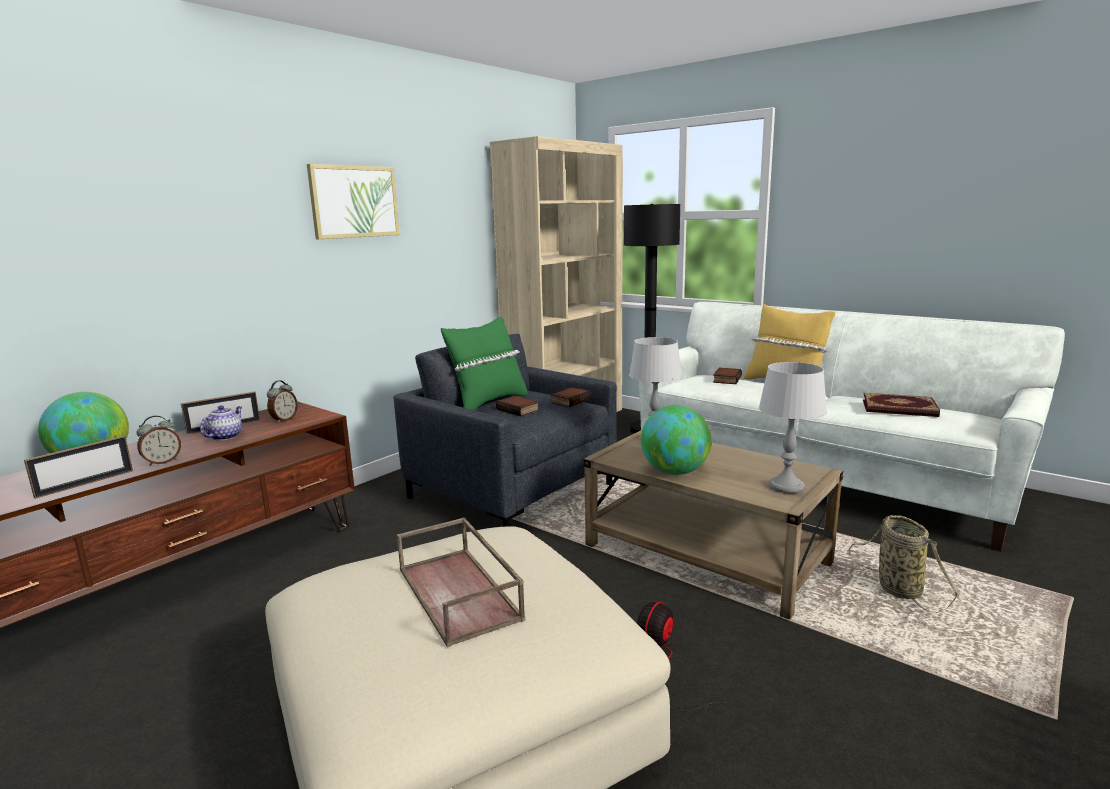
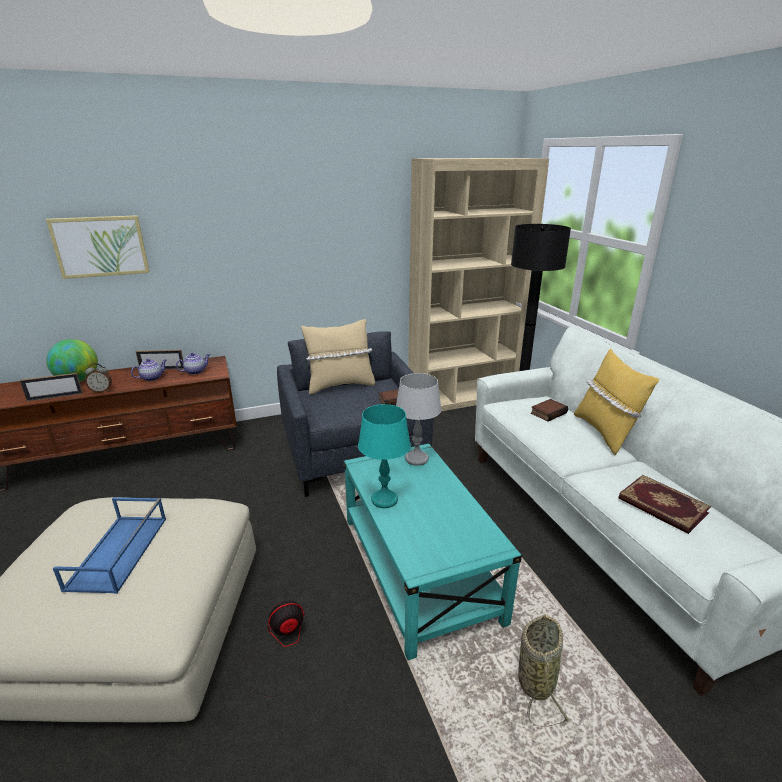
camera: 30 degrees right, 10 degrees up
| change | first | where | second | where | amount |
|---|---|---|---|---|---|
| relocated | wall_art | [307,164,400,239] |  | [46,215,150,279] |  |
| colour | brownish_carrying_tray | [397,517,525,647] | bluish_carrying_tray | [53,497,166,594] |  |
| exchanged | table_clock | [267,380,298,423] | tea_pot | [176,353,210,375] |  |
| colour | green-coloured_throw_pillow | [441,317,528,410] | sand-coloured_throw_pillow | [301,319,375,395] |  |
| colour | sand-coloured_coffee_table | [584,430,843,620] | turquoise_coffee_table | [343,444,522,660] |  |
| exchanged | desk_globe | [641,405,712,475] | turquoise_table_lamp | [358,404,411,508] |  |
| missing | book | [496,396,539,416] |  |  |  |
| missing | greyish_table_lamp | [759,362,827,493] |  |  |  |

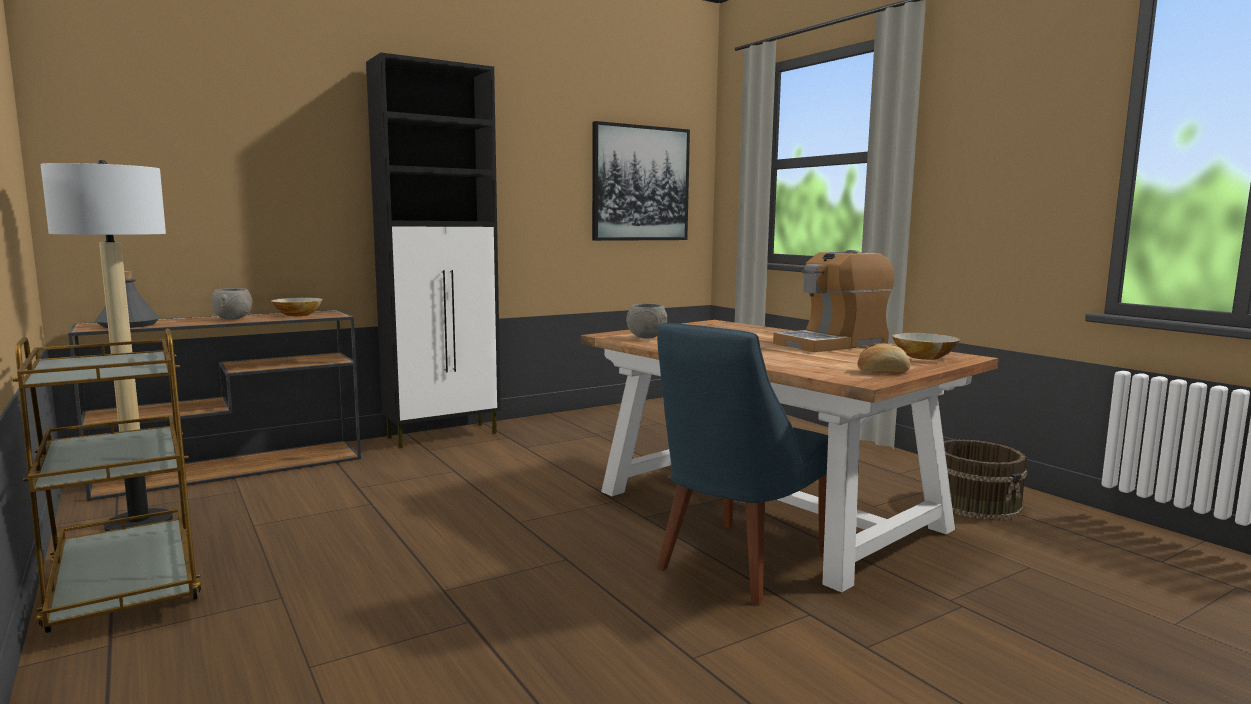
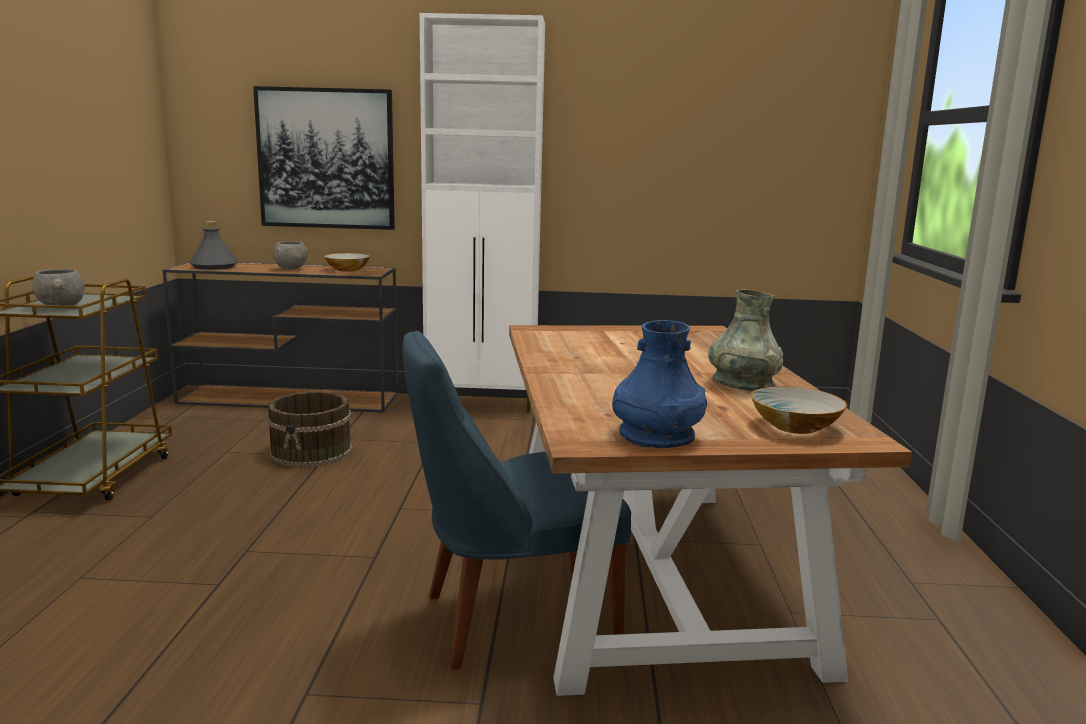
camera: 35 degrees right, 5 degrees up
| change | first | where | second | where | amount |
|---|---|---|---|---|---|
| relocated | greyish_serving_bowl | [626,304,667,339] |  | [32,269,85,306] |  |
| relocated | wall_art | [592,121,690,241] |  | [253,86,395,230] |  |
| relocated | brownish_water_bucket | [944,440,1027,520] |  | [267,392,352,467] |  |
| colour | black_cabinet | [366,52,501,448] | whitish_cabinet | [420,13,545,413] |  |
| exchanged | bread | [857,343,911,372] | bluish_flower_vase | [612,320,707,448] |  |
| exchanged | coffee_machine | [773,250,895,352] | greyish_flower_vase | [708,289,783,391] |  |
| missing | standard_lamp | [41,160,173,531] |  |  |  |

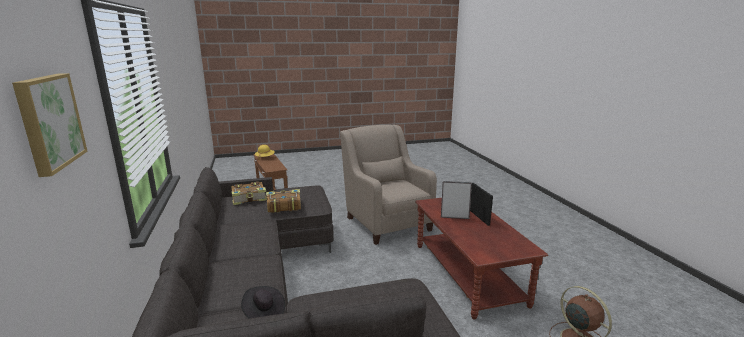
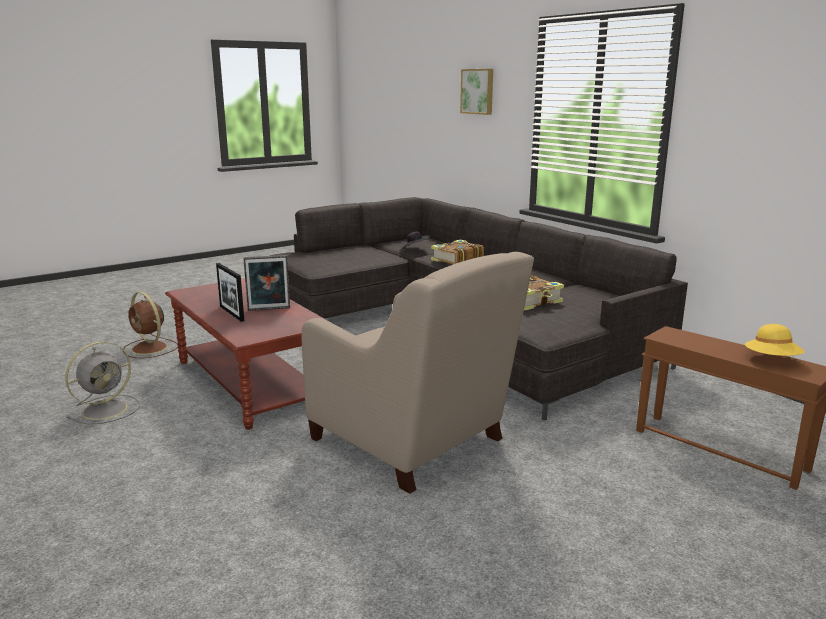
camera: 160 degrees right, 0 degrees up
| change | first | where | second | where | amount |
|---|---|---|---|---|---|
| appeared |  |  | greyish_electric_fan | [65,341,140,424] |  |
| relocated | book | [231,182,267,205] |  | [431,240,484,264] |  |

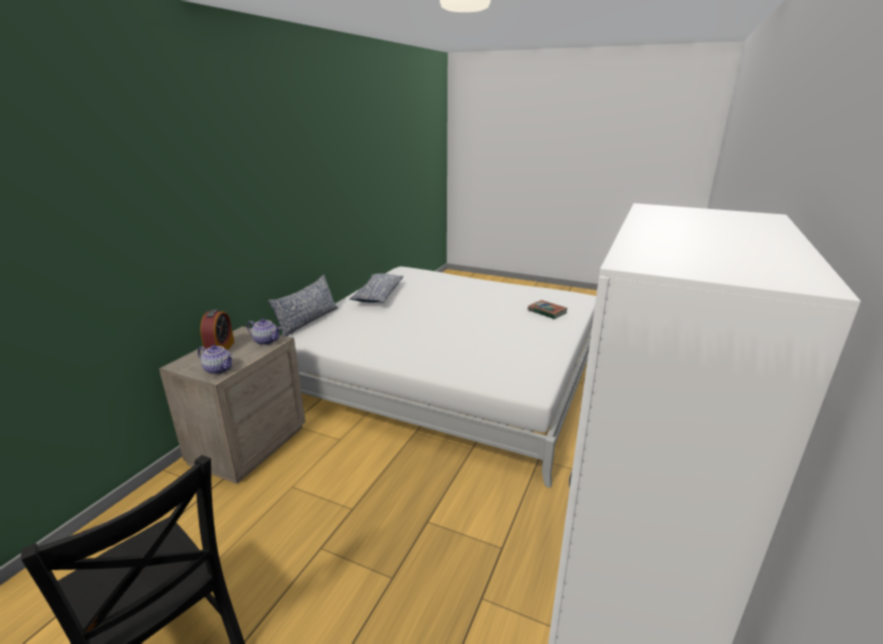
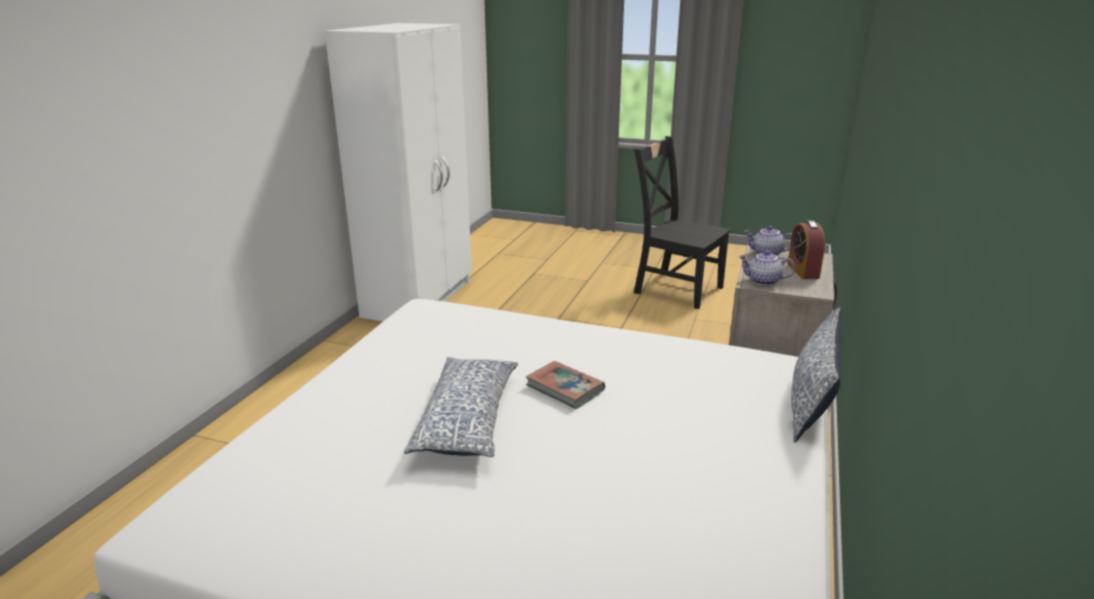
camera: 175 degrees right, 0 degrees up
| change | first | where | second | where | amount |
|---|---|---|---|---|---|
| relocated | throw_pillow | [349,273,404,303] |  | [404,357,518,457] |  |
| relocated | book | [528,300,568,319] |  | [526,361,605,409] |  |

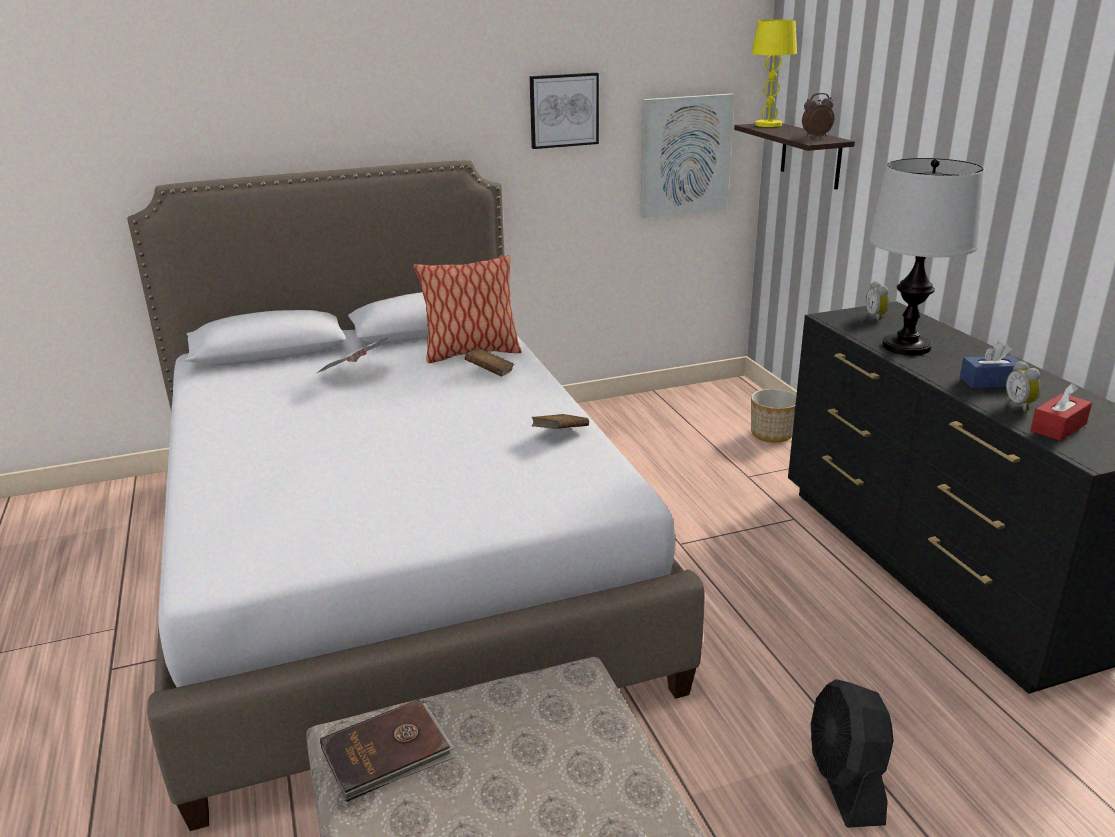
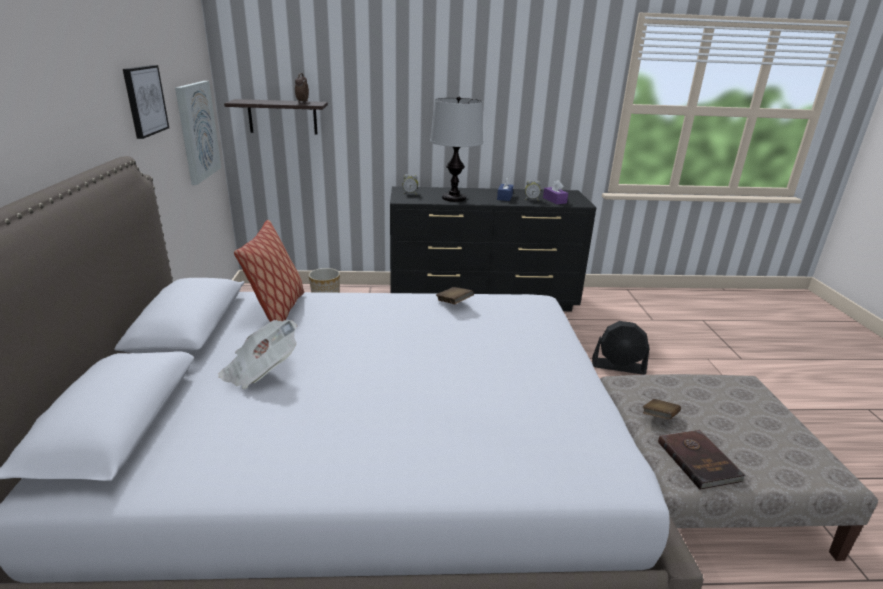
camera: 75 degrees left, 0 degrees up
| change | first | where | second | where | amount |
|---|---|---|---|---|---|
| colour | red_box_of_tissues | [1031,384,1092,441] | purple_box_of_tissues | [543,180,568,204] |  |
| relocated | brownish_book | [464,348,514,376] |  | [643,399,681,419] |  |
| missing | yellow_table_lamp | [751,19,797,127] |  |  |  |

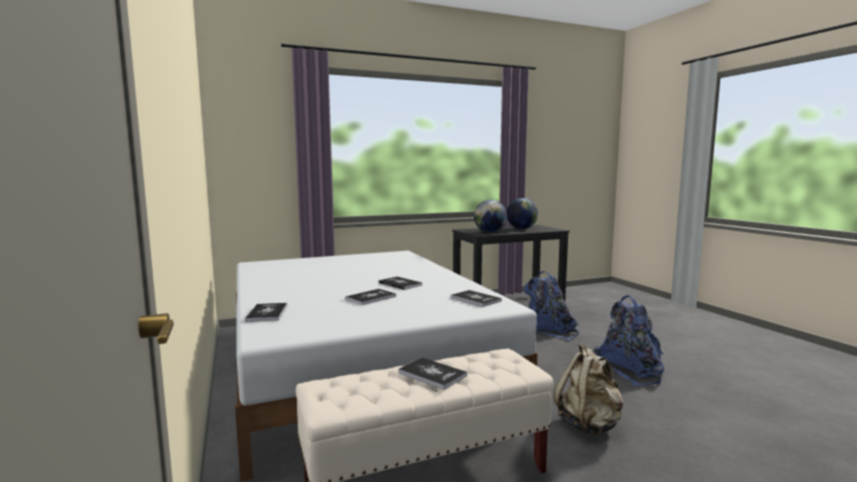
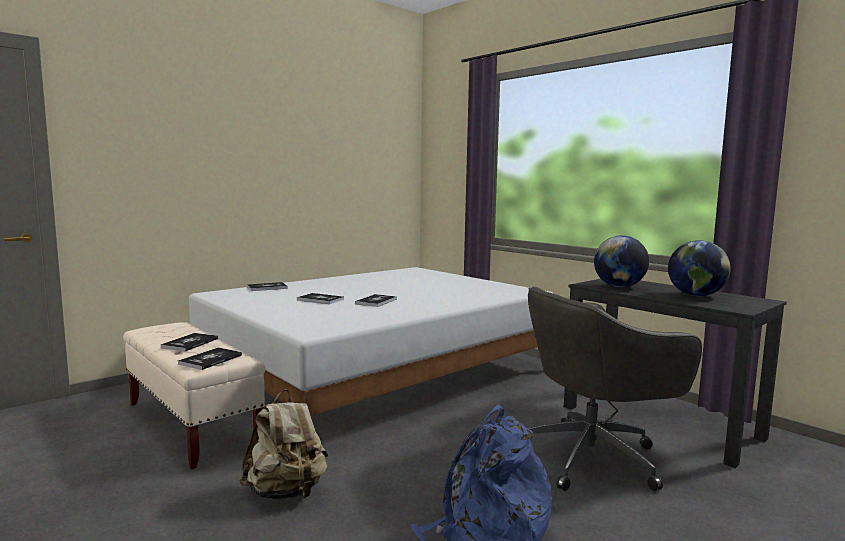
camera: 70 degrees right, 0 degrees up
| change | first | where | second | where | amount |
|---|---|---|---|---|---|
| relocated | book | [451,290,502,307] |  | [178,347,242,370] |  |
| exchanged | bluish_knapsack | [523,271,580,340] | greyish_office_chair | [528,287,702,491] |  |

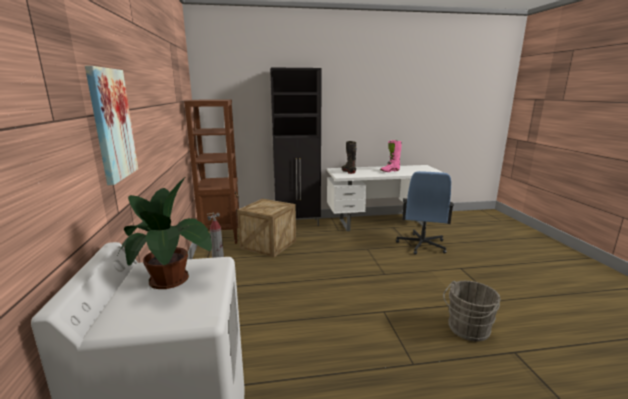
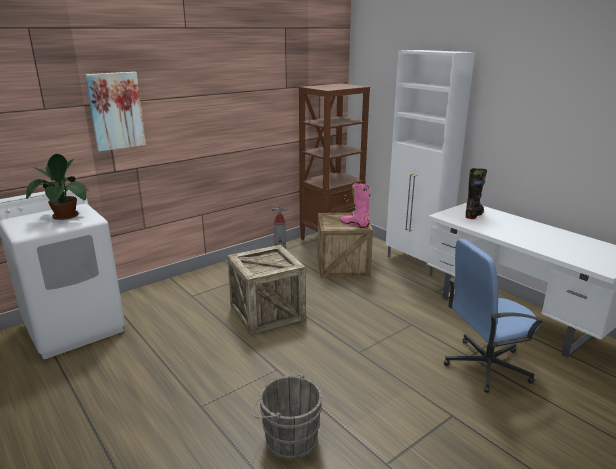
camera: 60 degrees right, 5 degrees up
| change | first | where | second | where | amount |
|---|---|---|---|---|---|
| appeared |  |  | packing_crate | [227,245,306,334] |  |
| relocated | pink_high-top_boot | [380,140,402,172] |  | [340,183,371,228] |  |
| colour | black_cabinet | [270,68,322,226] | whitish_cabinet | [386,50,475,276] |  |

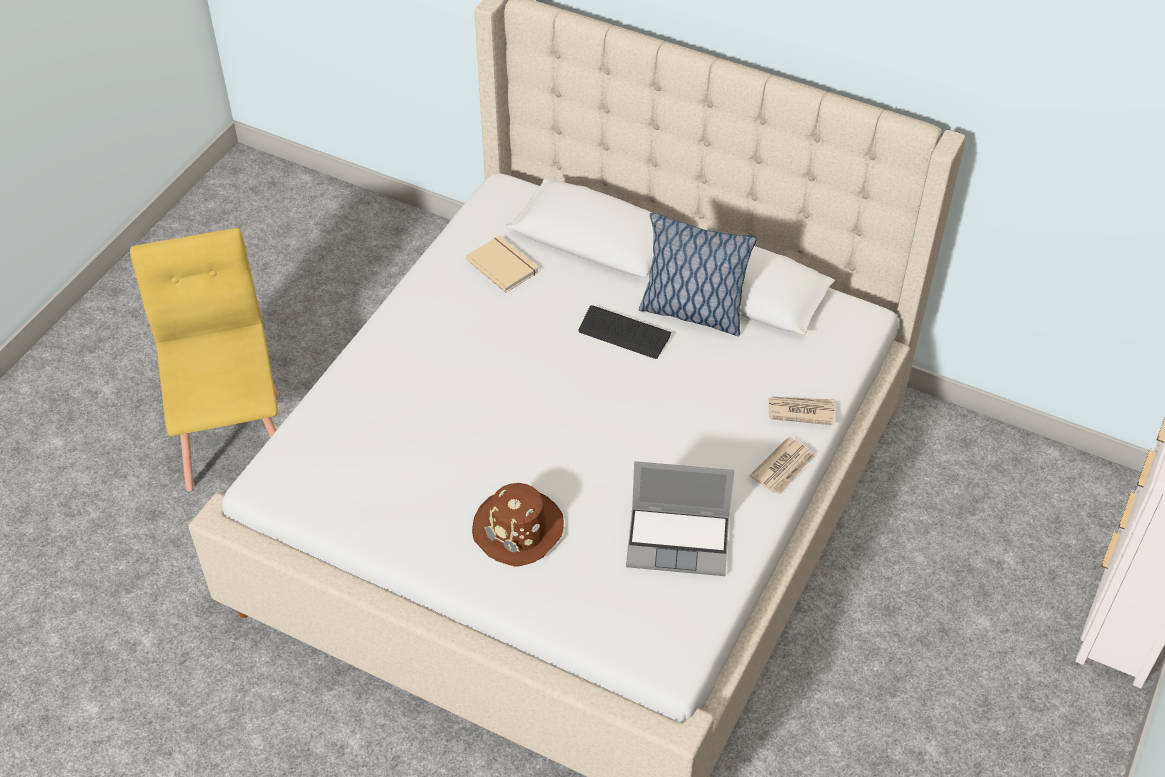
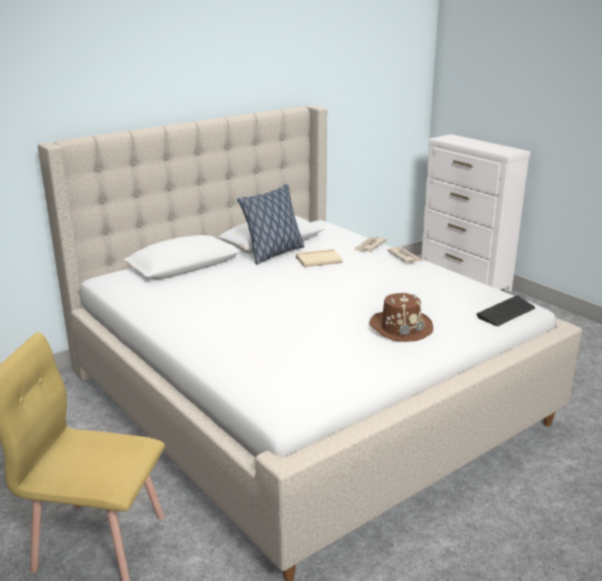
camera: 65 degrees left, 25 degrees down
| change | first | where | second | where | amount |
|---|---|---|---|---|---|
| relocated | sand-coloured_book | [466,236,539,292] |  | [296,249,342,267] |  |
| relocated | computer_keyboard | [578,305,671,359] |  | [476,295,535,326] |  |
| missing | laptop | [626,461,734,576] |  |  |  |

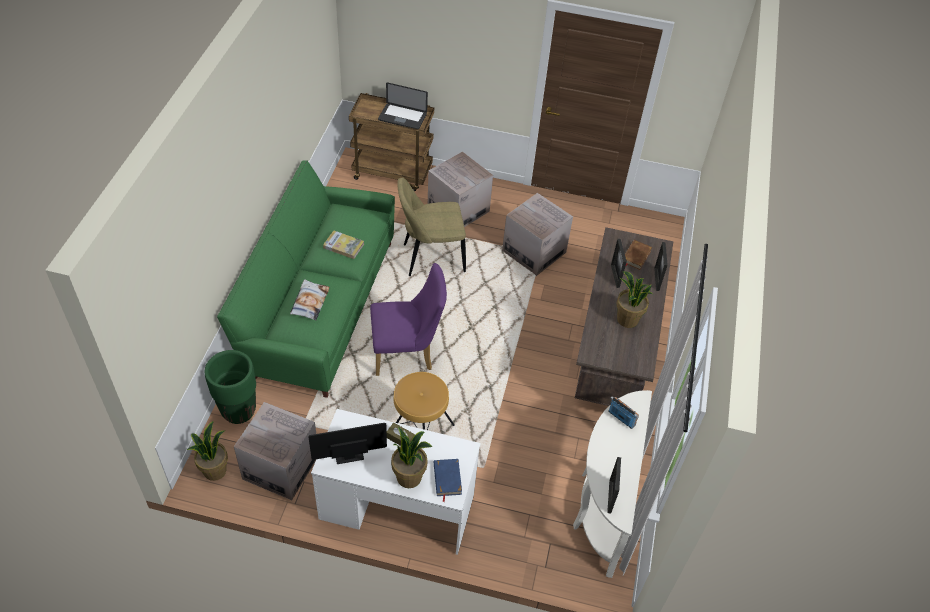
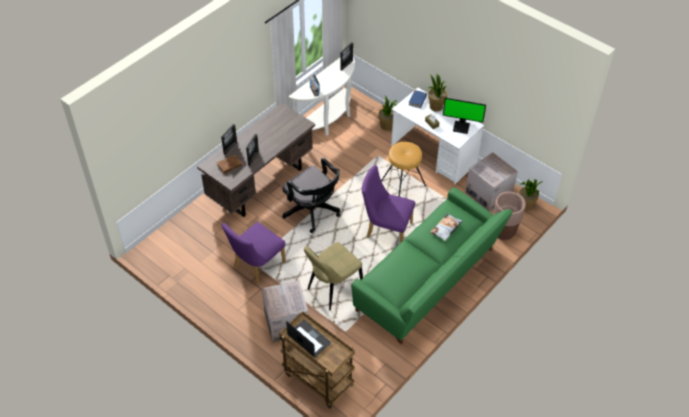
camera: 150 degrees left, 0 degrees up
| change | first | where | second | where | amount |
|---|---|---|---|---|---|
| exchanged | carton | [502,193,573,276] | purple_chair | [222,222,286,284] |  |
| appeared |  |  | black_office_chair | [282,158,340,233] |  |
| spun | sand-coloured_chair | [397,178,466,276] |  | [304,242,363,310] | 120 degrees clockwise |
| relocated | potted_plant | [616,272,653,328] |  | [378,95,397,130] |  |
| colour | green-coloured_flower_pot | [205,350,256,424] | brownish_flower_pot | [493,191,526,240] |  |
| missing | book | [323,231,364,259] |  |  |  |

